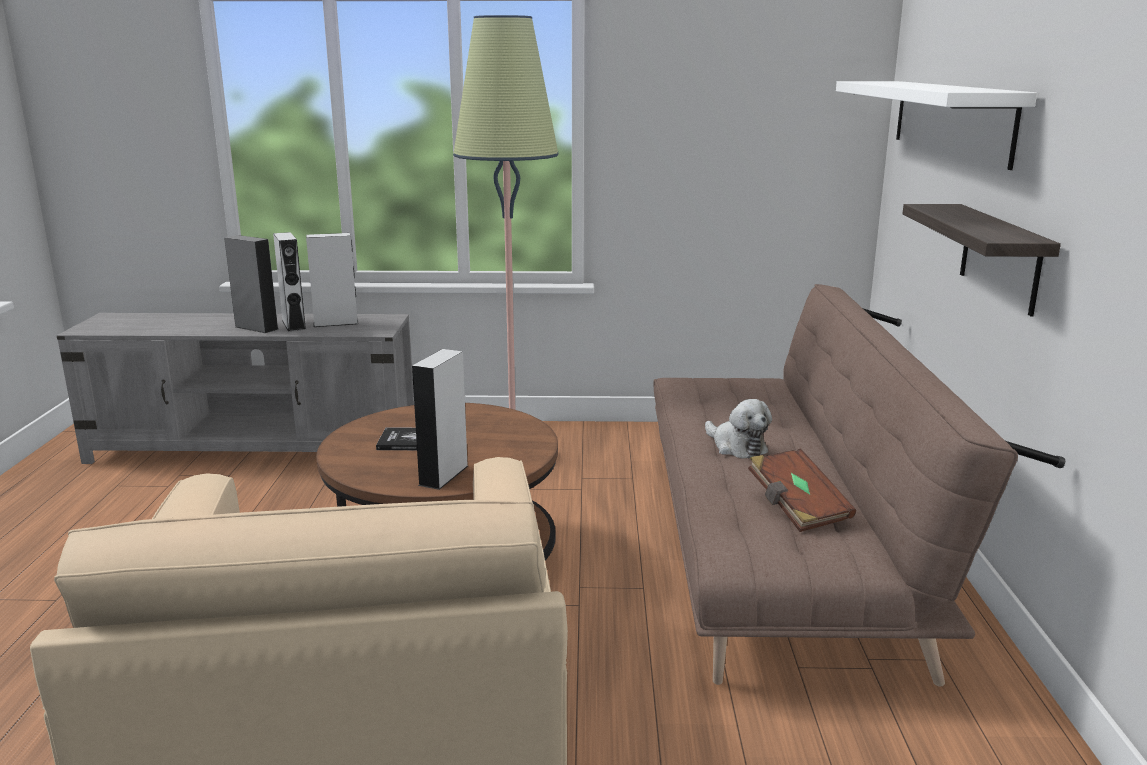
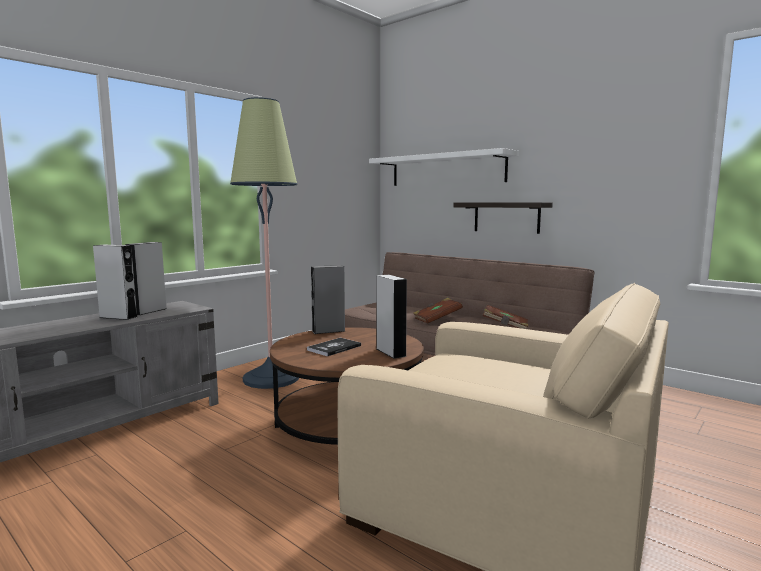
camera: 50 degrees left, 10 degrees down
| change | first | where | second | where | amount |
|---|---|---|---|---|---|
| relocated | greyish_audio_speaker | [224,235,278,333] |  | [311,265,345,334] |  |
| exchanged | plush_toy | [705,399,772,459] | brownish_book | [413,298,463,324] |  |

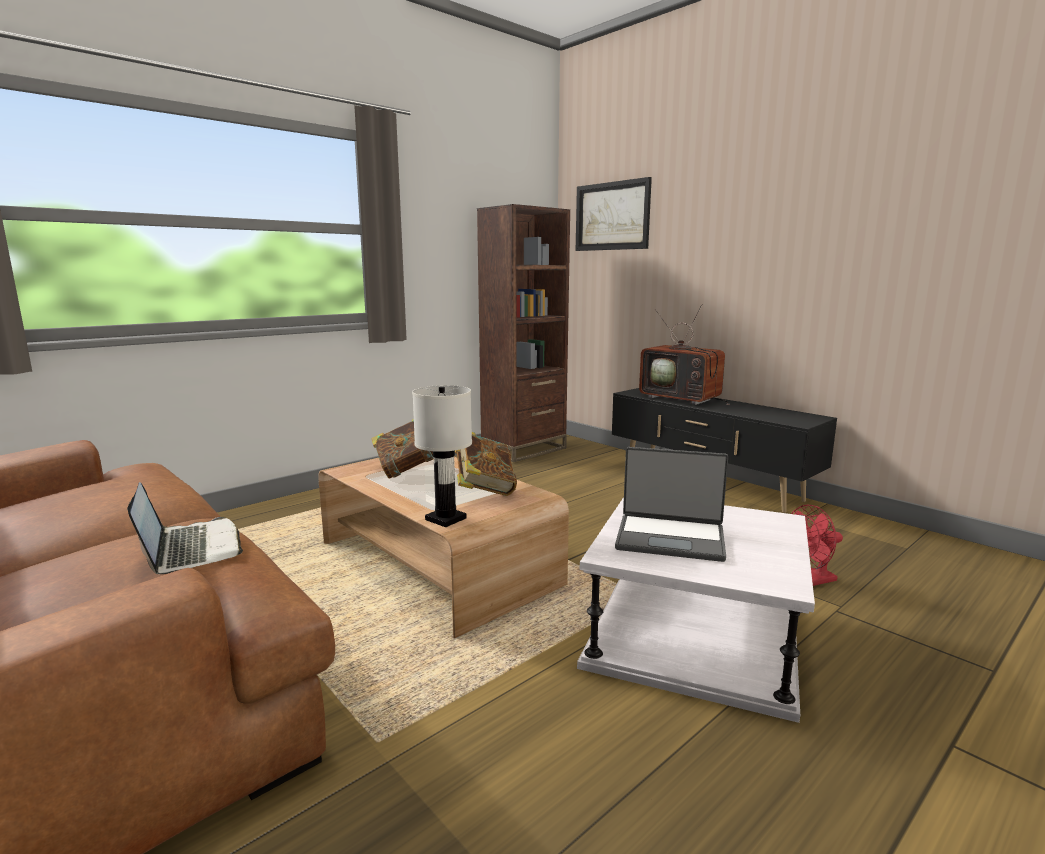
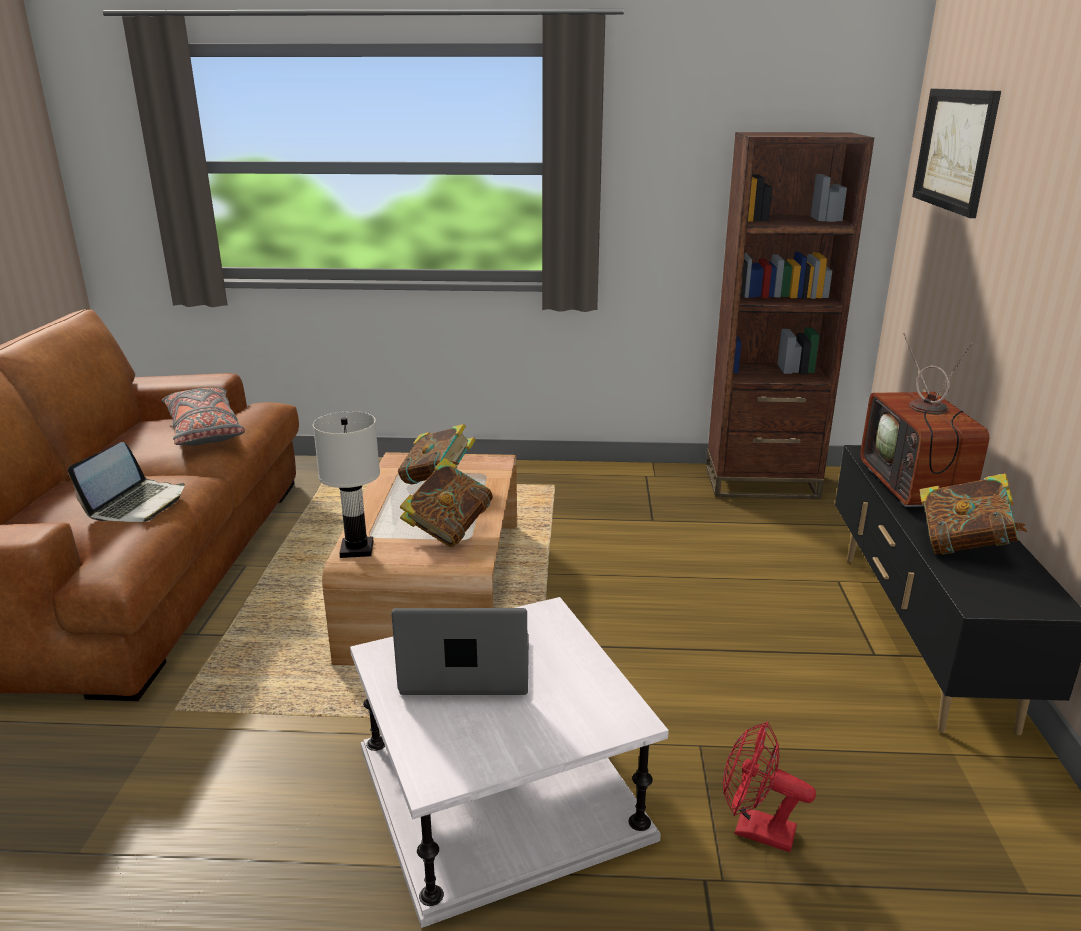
camera: 45 degrees right, 10 degrees up
| change | first | where | second | where | amount |
|---|---|---|---|---|---|
| appeared |  |  | greyish_throw_pillow | [161,387,245,446] |  |
| spun | laptop | [615,447,728,562] |  | [391,608,529,695] | 120 degrees clockwise |
| appeared |  |  | book | [920,473,1028,555] |  |

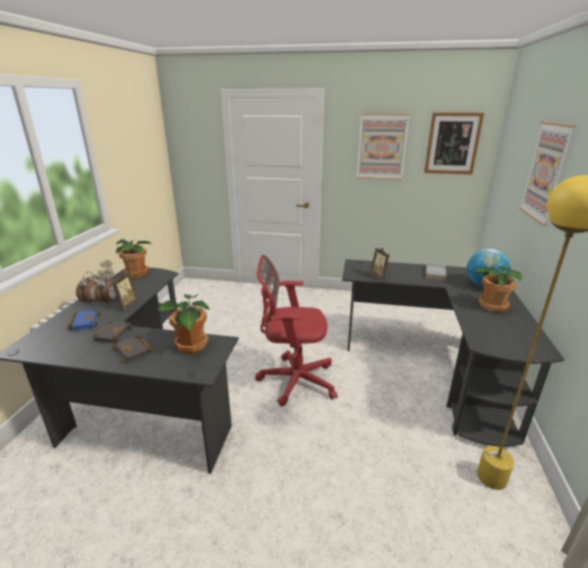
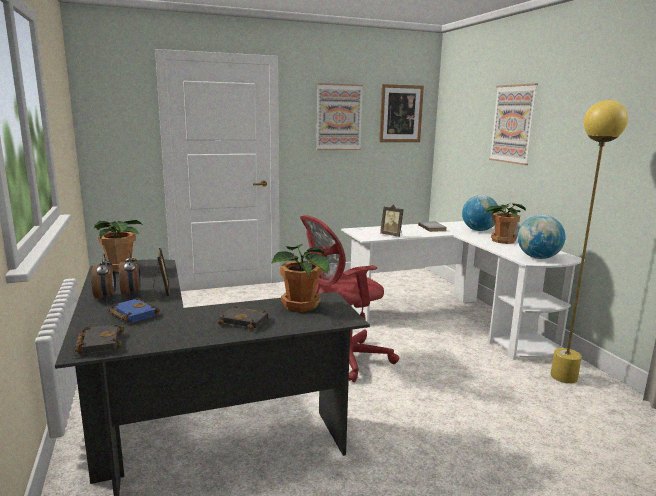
camera: 30 degrees left, 10 degrees down
| change | first | where | second | where | amount |
|---|---|---|---|---|---|
| relocated | black_book | [92,321,134,344] |  | [75,324,124,355] |  |
| colour | black_desk | [342,259,564,447] | whitish_desk | [341,221,585,360] |  |
| appeared |  |  | desk_globe | [518,215,566,259] |  |

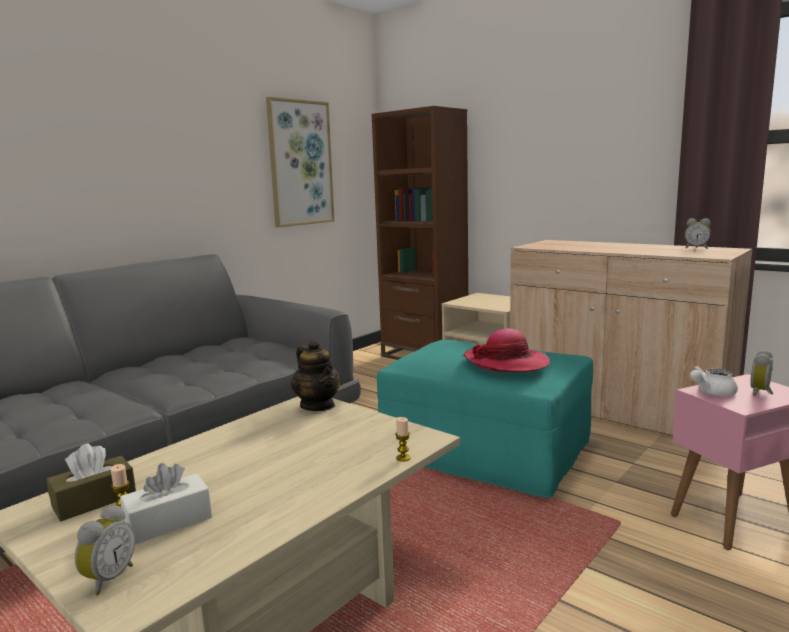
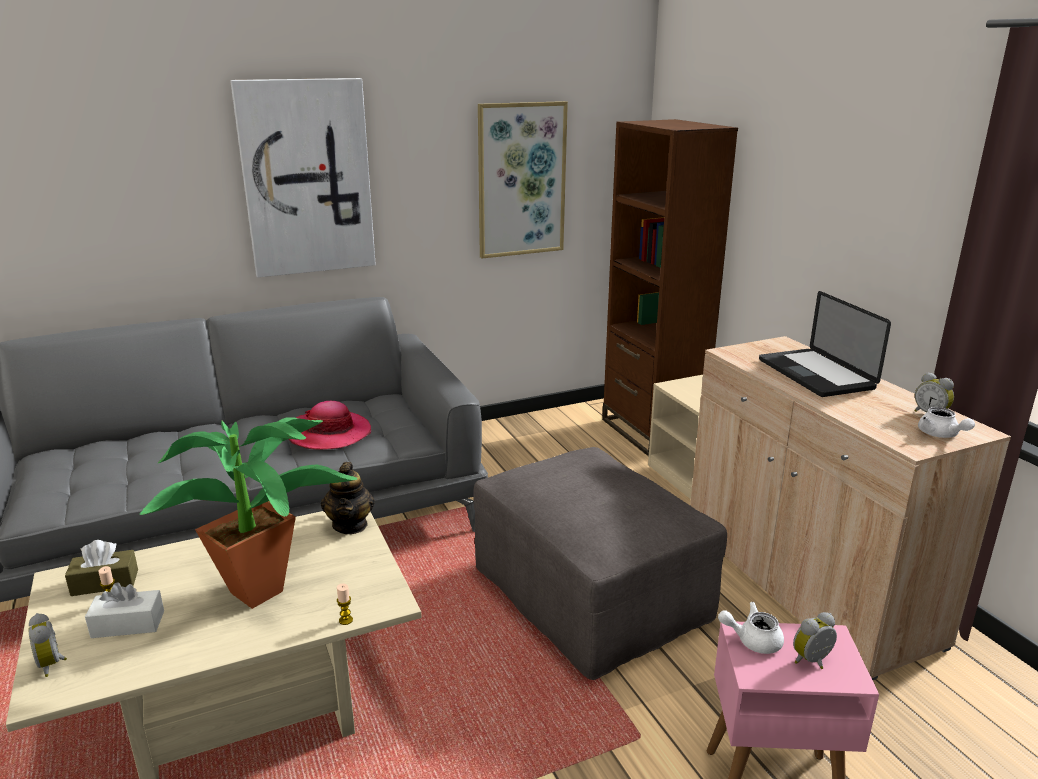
camera: 25 degrees right, 10 degrees up
| change | first | where | second | where | amount |
|---|---|---|---|---|---|
| spun | table_clock | [74,504,135,595] |  | [29,613,67,677] | 105 degrees clockwise |
| appeared |  |  | potted_plant | [140,417,358,609] |  |
| appeared |  |  | wall_art | [230,78,376,277] |  |
| relocated | clothing_hat | [463,328,550,372] |  | [289,400,371,450] |  |
| colour | turquoise_footrest | [377,340,593,498] | greyish_footrest | [473,447,727,680] |  |
| appeared |  |  | laptop | [759,291,891,397] |  |
| appeared |  |  | whitish_tea_pot | [918,407,975,438] |  |

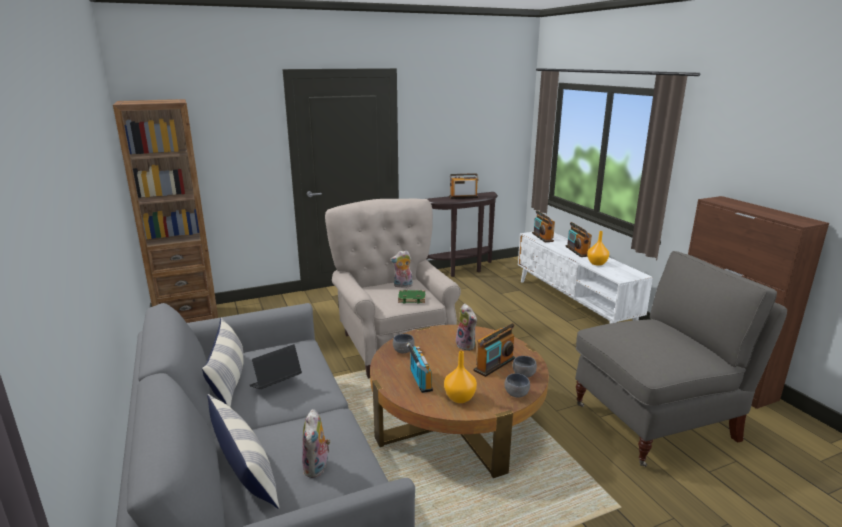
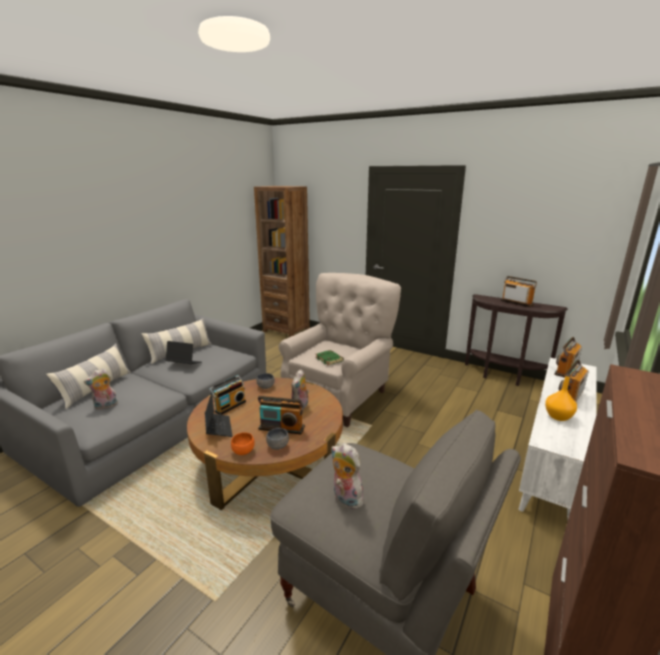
camera: 55 degrees right, 0 degrees up
| change | first | where | second | where | amount |
|---|---|---|---|---|---|
| exchanged | orange-coloured_flower_vase | [444,351,477,403] | laptop | [205,392,233,437] |  |
| colour | greyish_serving_bowl | [504,373,530,398] | orange-coloured_serving_bowl | [231,432,254,455] |  |
| relocated | plush_toy | [390,250,413,288] |  | [331,443,367,509] |  |

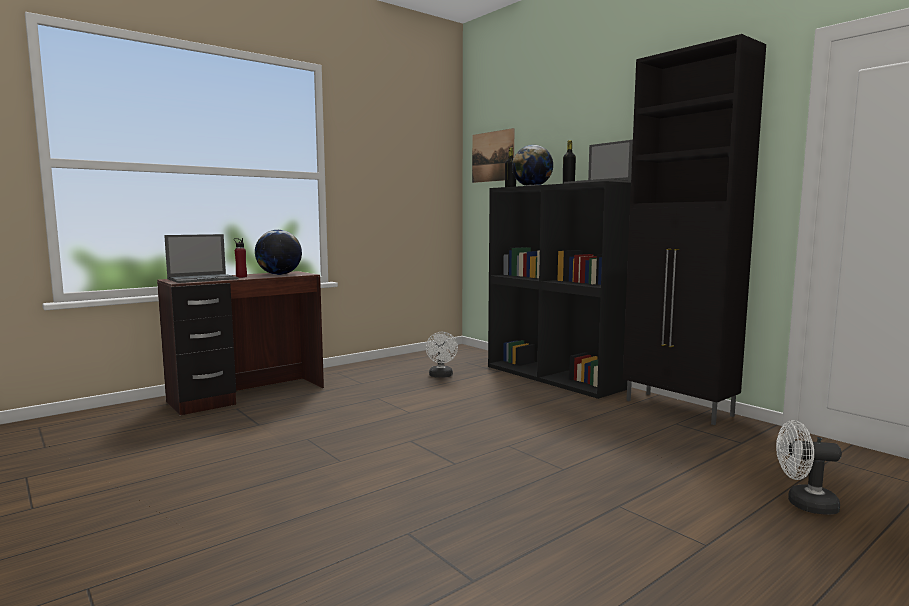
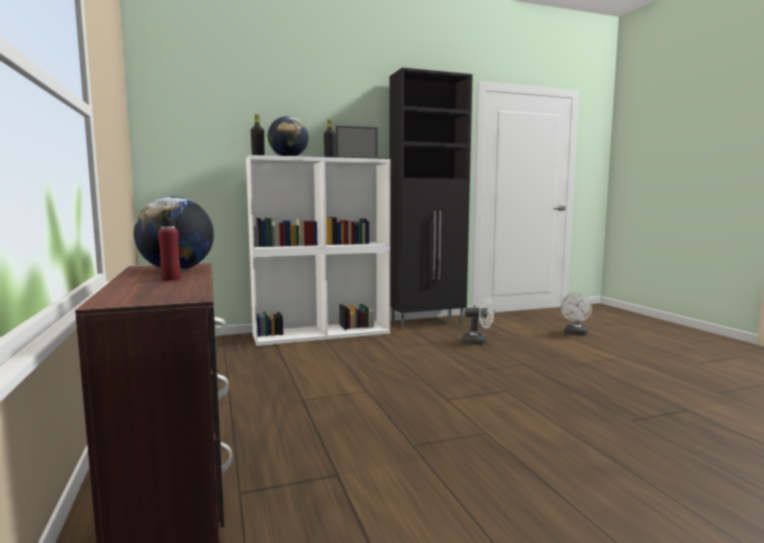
camera: 70 degrees left, 0 degrees up
| change | first | where | second | where | amount |
|---|---|---|---|---|---|
| colour | black_shelving_unit | [488,181,631,399] | whitish_shelving_unit | [246,155,391,346] |  |
| relocated | whitish_electric_fan | [426,332,458,378] |  | [462,297,494,345] |  |
| missing | laptop | [164,234,239,283] |  |  |  |
| missing | wall_art | [472,128,515,183] |  |  |  |

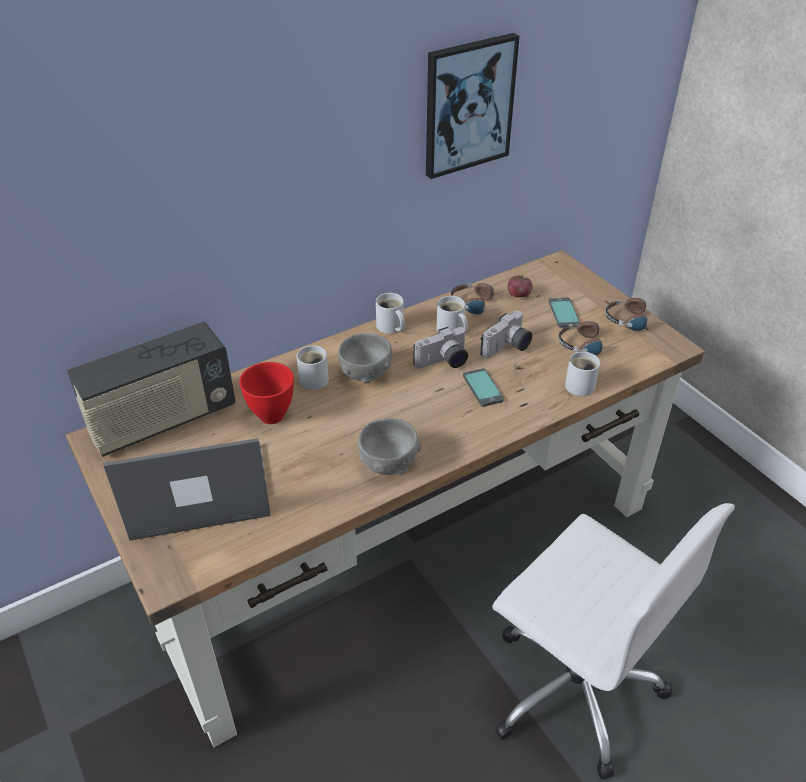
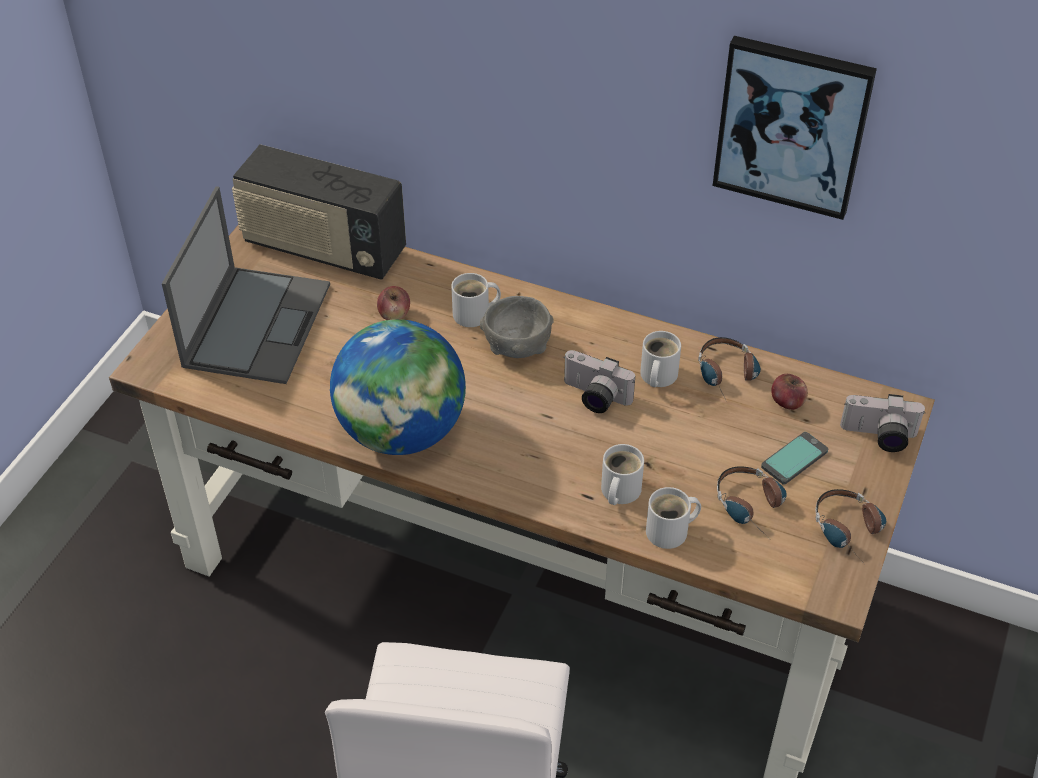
camera: 55 degrees right, 5 degrees up
| change | first | where | second | where | amount |
|---|---|---|---|---|---|
| spun | laptop | [103,438,271,540] |  | [162,186,330,384] | 60 degrees clockwise |
| exchanged | greyish_serving_bowl | [358,418,422,475] | desk_globe | [330,319,466,455] |  |
| exchanged | red_serving_bowl | [239,362,294,424] | apple | [377,286,410,320] |  |
| relocated | whitish_mug | [376,293,405,334] |  | [601,444,644,505] |  |
| relocated | still_camera | [480,311,532,359] |  | [840,394,926,452] |  |
| missing | phone | [463,368,504,407] |  |  |  |

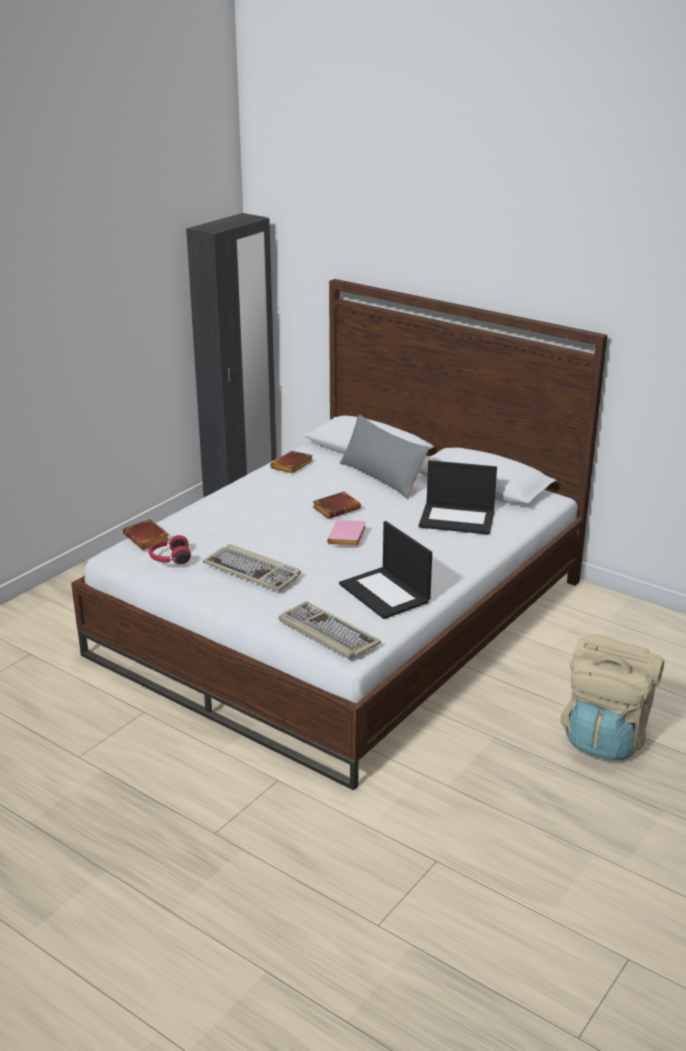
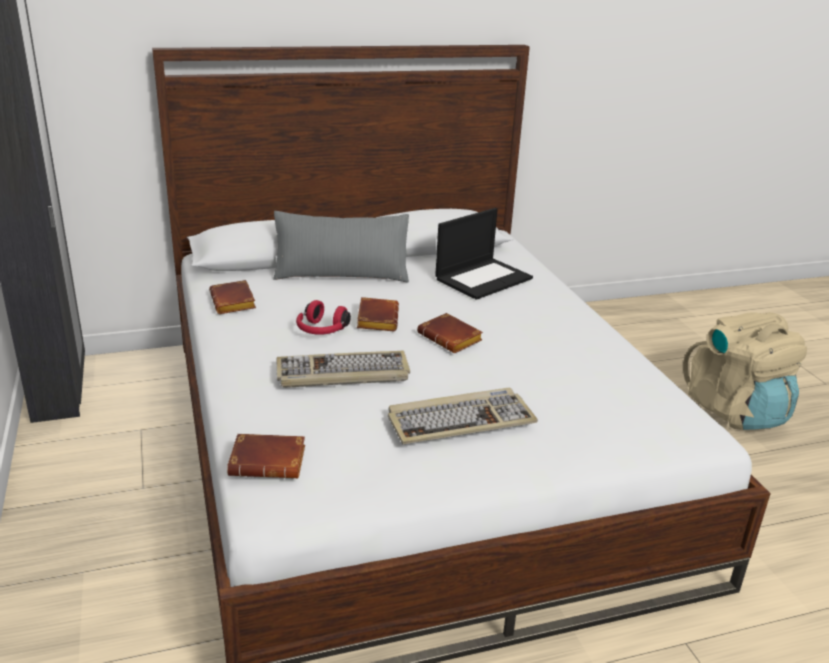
camera: 55 degrees left, 0 degrees up
| change | first | where | second | where | amount |
|---|---|---|---|---|---|
| relocated | computer_keyboard | [278,602,381,660] |  | [276,351,410,388] |  |
| relocated | red_headphones | [149,535,191,564] |  | [296,300,351,335] |  |
| colour | pink_book | [327,520,366,546] | brownish_book | [417,313,483,353] |  |
| missing | laptop | [339,521,432,619] |  |  |  |

